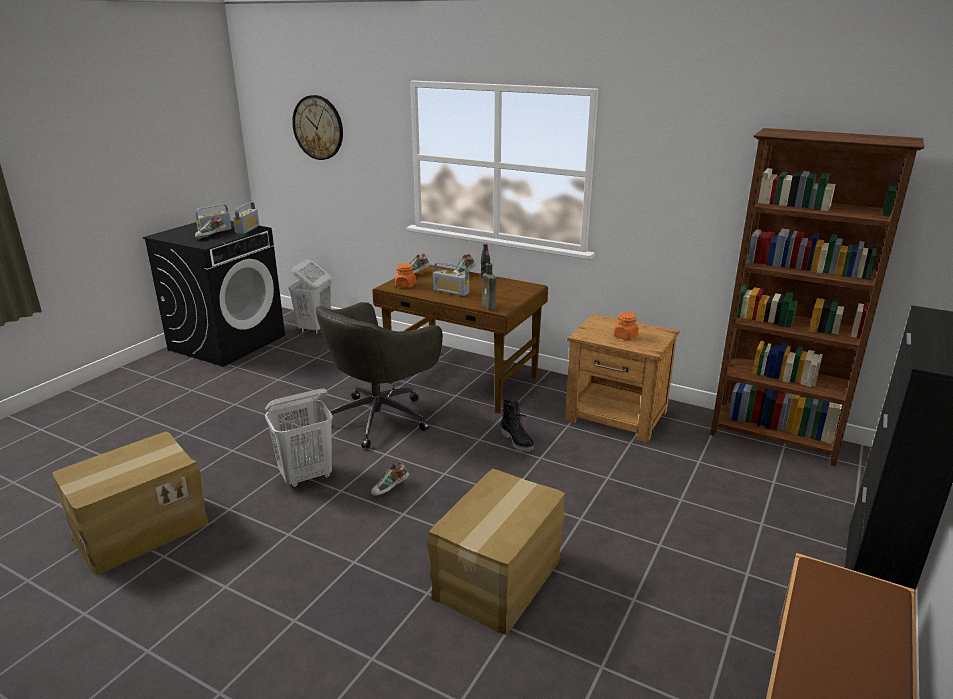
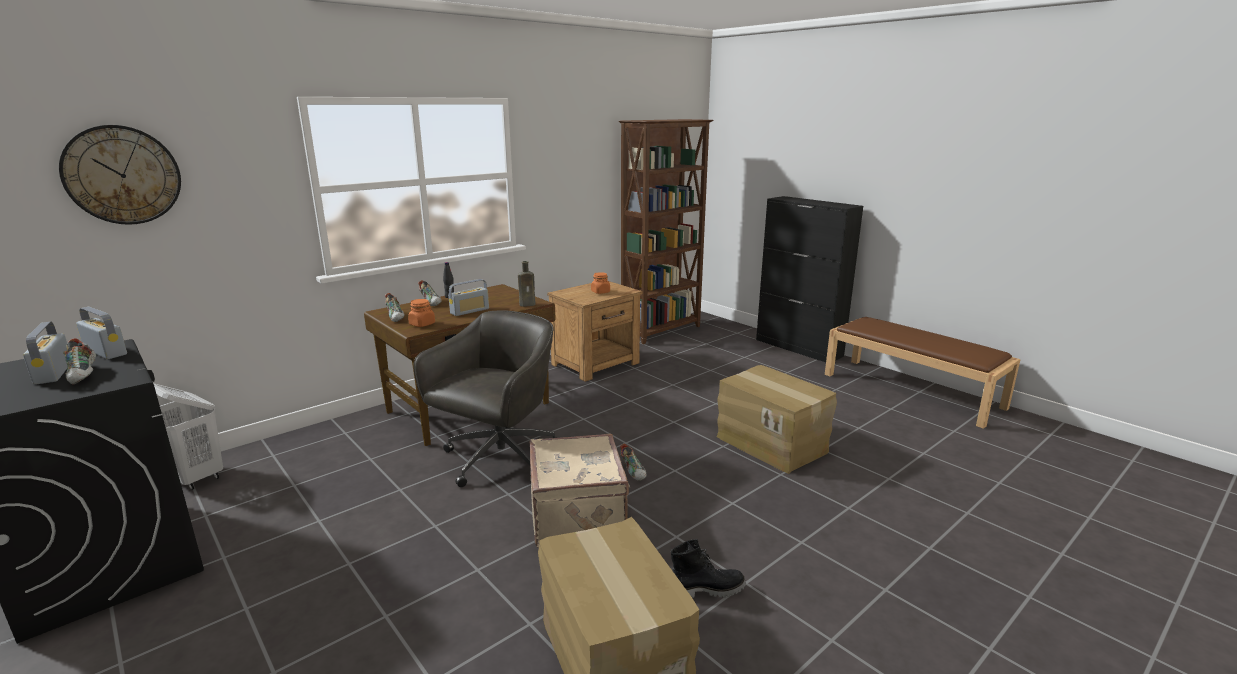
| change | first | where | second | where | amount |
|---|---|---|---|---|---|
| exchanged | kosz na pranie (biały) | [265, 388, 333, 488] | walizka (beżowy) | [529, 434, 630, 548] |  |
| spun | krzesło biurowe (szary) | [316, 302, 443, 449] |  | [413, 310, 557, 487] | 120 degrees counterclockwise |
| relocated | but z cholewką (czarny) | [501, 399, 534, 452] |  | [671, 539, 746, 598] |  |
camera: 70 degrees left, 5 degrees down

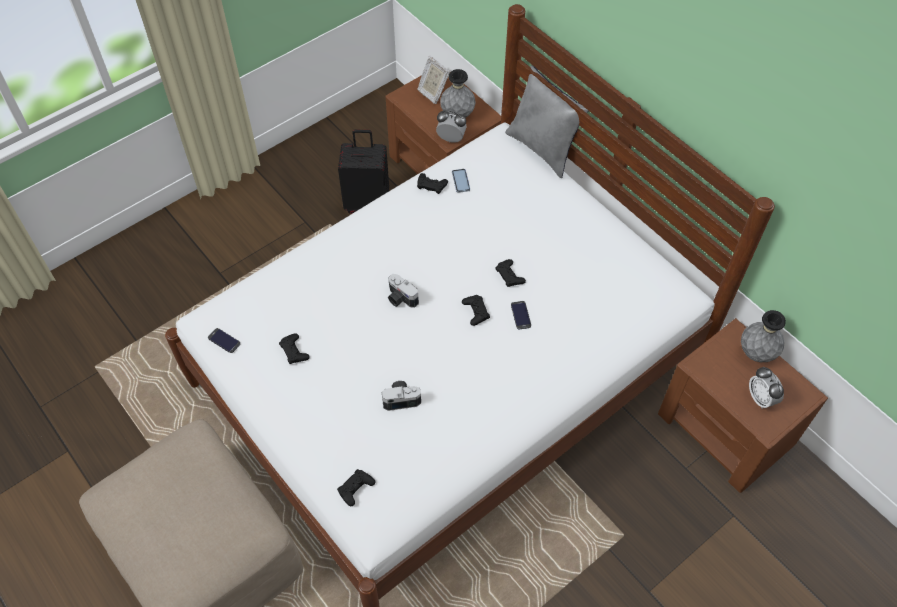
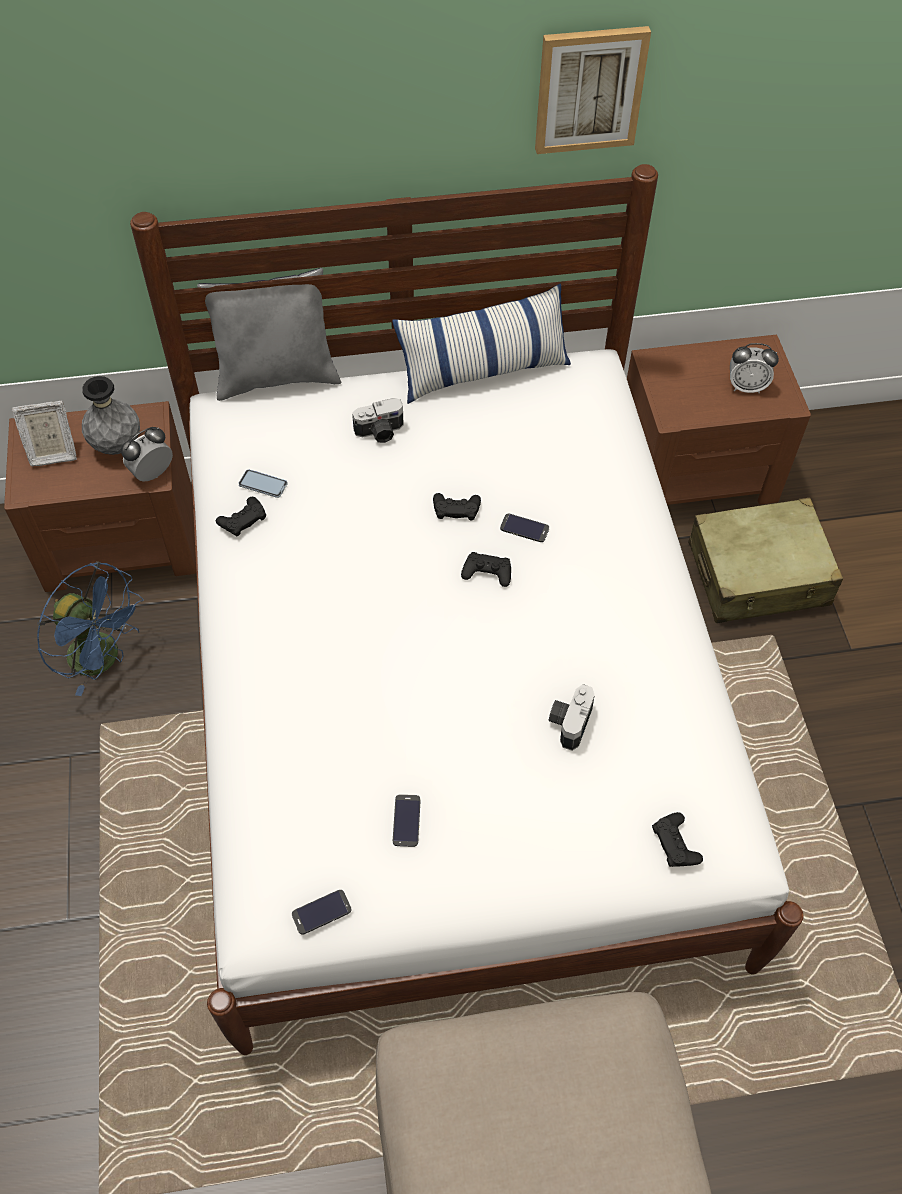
| change | first | where | second | where | amount |
|---|---|---|---|---|---|
| exchanged | pad do gier (czarny) | [279, 333, 309, 364] | telefon | [393, 794, 420, 847] |  |
| exchanged | walizka (czarny) | [338, 130, 389, 214] | wentylator (niebieski) | [37, 561, 144, 696] |  |
| relocated | aparat fotograficzny | [388, 274, 419, 308] |  | [352, 398, 404, 443] |  |
| missing | wazon (szary) | [741, 310, 786, 362] |  |  |  |
| appeared |  |  | poduszka | [392, 284, 571, 404] |  |
| appeared |  |  | obraz | [535, 26, 651, 154] |  |
| appeared |  |  | walizka (beżowy) | [688, 498, 843, 623] |  |
camera: 60 degrees left, 0 degrees up

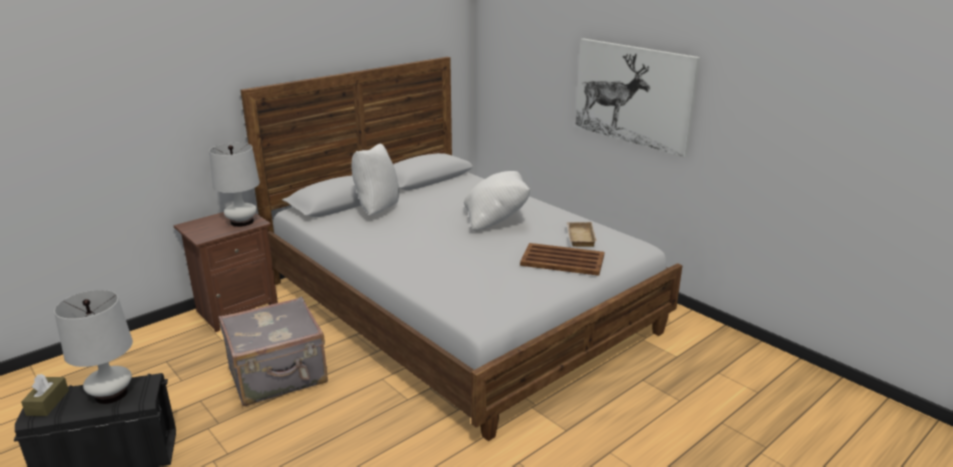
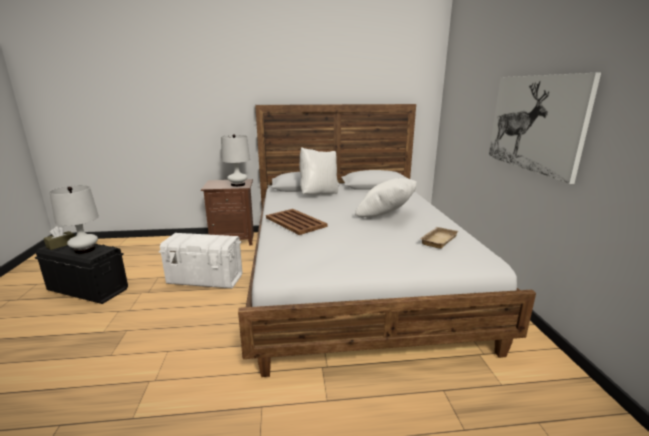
| change | first | where | second | where | amount |
|---|---|---|---|---|---|
| exchanged | walizka (szary) | [219, 296, 328, 406] | pojemnik do przechowywania (biały) | [159, 233, 242, 288] |  |
| relocated | taca (brązowy) | [520, 243, 604, 276] |  | [266, 209, 328, 235] |  |
camera: 35 degrees right, 5 degrees down

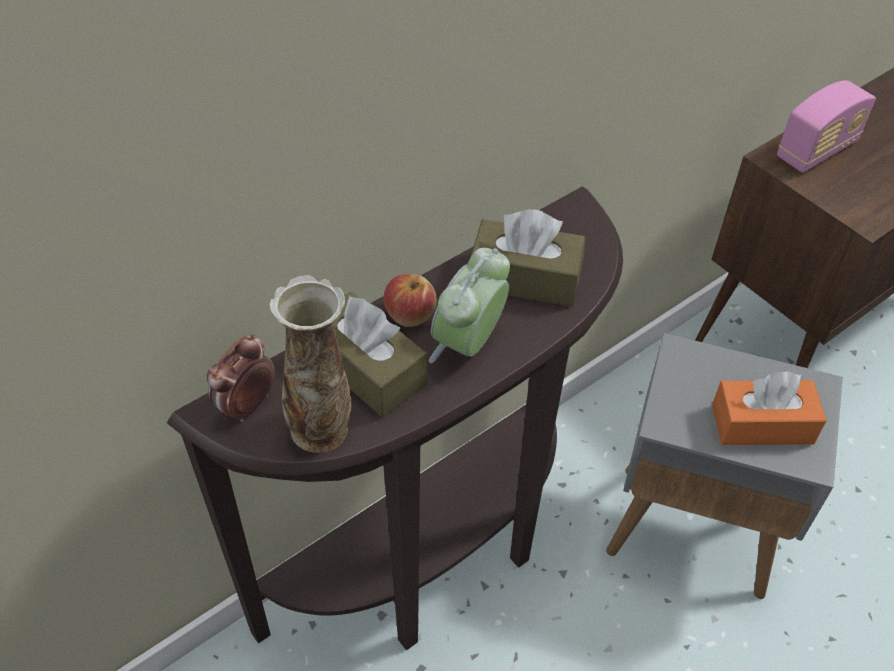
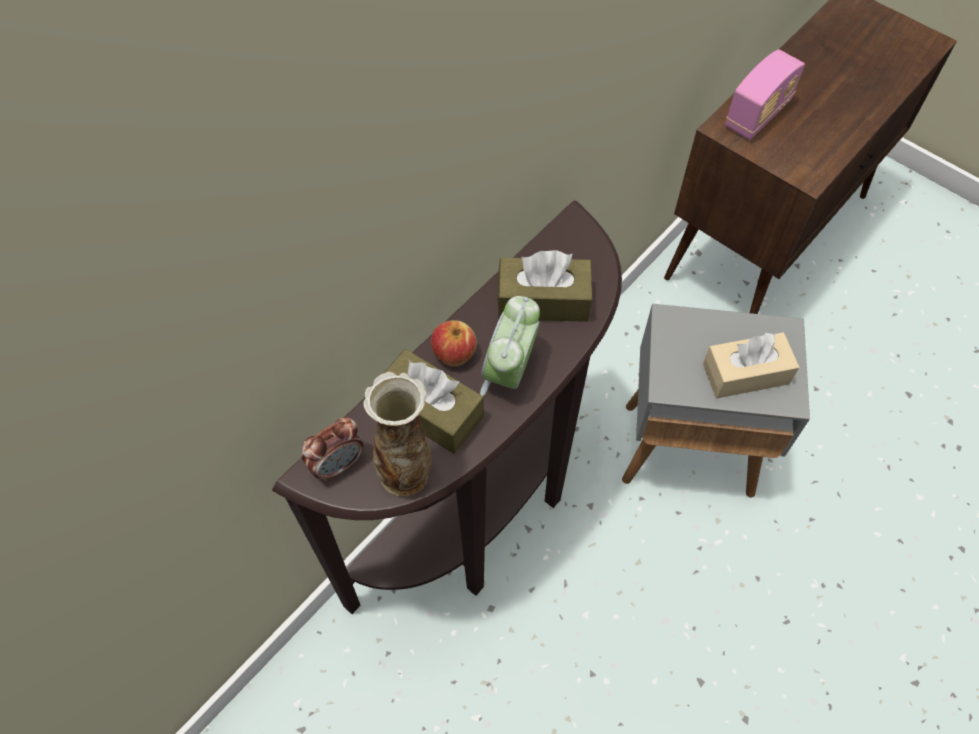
| change | first | where | second | where | amount |
|---|---|---|---|---|---|
| spun | budzik | [207, 334, 275, 422] |  | [301, 417, 363, 481] | 150 degrees counterclockwise |
| colour | pudełko chusteczek (pomarańczowy) | [712, 371, 827, 445] | pudełko chusteczek (beżowy) | [703, 332, 799, 398] |  |
camera: 10 degrees left, 10 degrees up

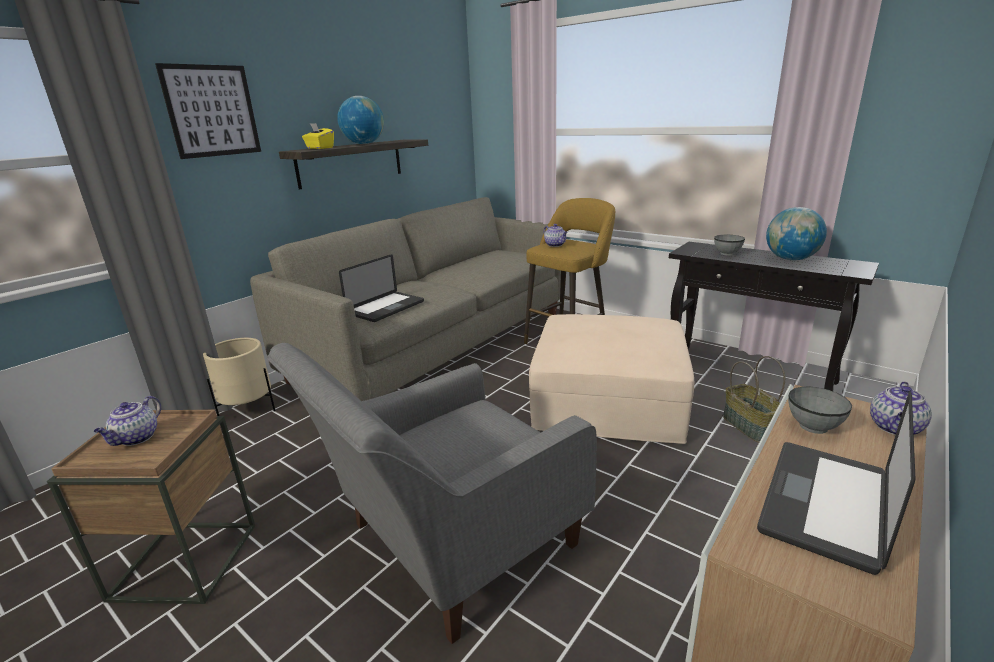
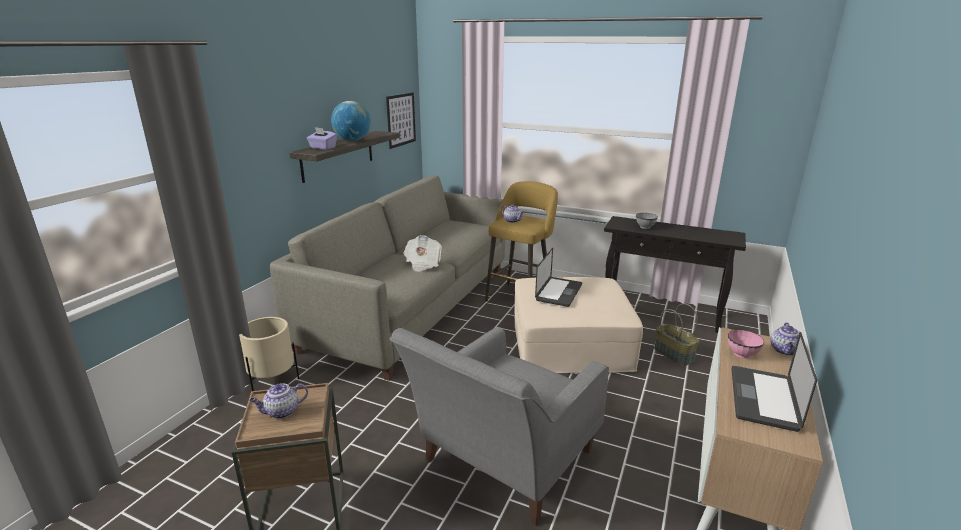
| change | first | where | second | where | amount |
|---|---|---|---|---|---|
| spun | imbryk | [94, 396, 161, 446] |  | [250, 383, 308, 419] | 60 degrees clockwise |
| relocated | obraz | [155, 63, 261, 159] |  | [386, 92, 416, 149] |  |
| colour | pudełko chusteczek (żółty) | [302, 123, 334, 149] | pudełko chusteczek (fioletowy) | [307, 127, 337, 150] |  |
| relocated | laptop | [339, 254, 424, 322] |  | [535, 248, 582, 307] |  |
| missing | globus | [766, 207, 827, 261] |  |  |  |
| colour | miska (szary) | [788, 387, 852, 434] | miska (różowy) | [728, 330, 764, 358] |  |
| appeared |  |  | gazeta | [403, 235, 442, 272] |  |
camera: 15 degrees left, 0 degrees up

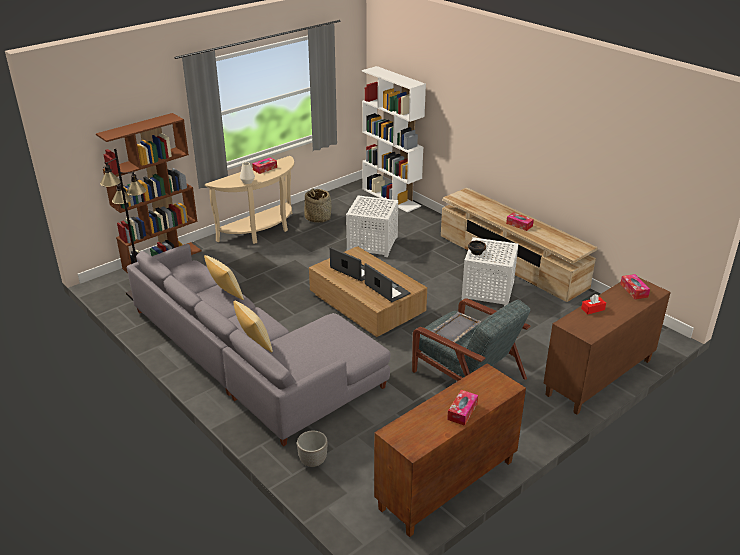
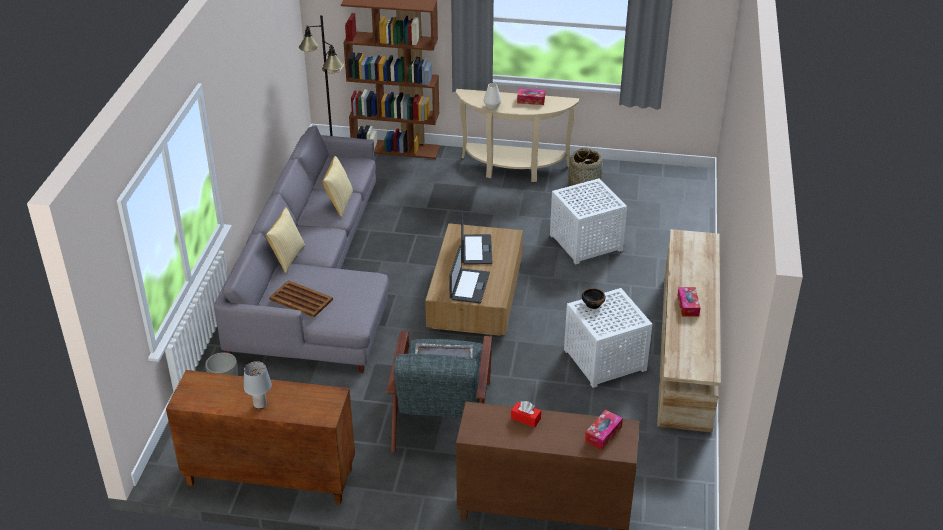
| change | first | where | second | where | amount |
|---|---|---|---|---|---|
| missing | regał (biały) | [362, 66, 426, 212] |  |  |  |
| exchanged | pudełko chusteczek | [447, 390, 478, 426] | lampa stołowa (szary) | [244, 361, 272, 409] |  |
| appeared |  |  | taca (brązowy) | [269, 280, 333, 317] |  |
camera: 50 degrees right, 5 degrees up

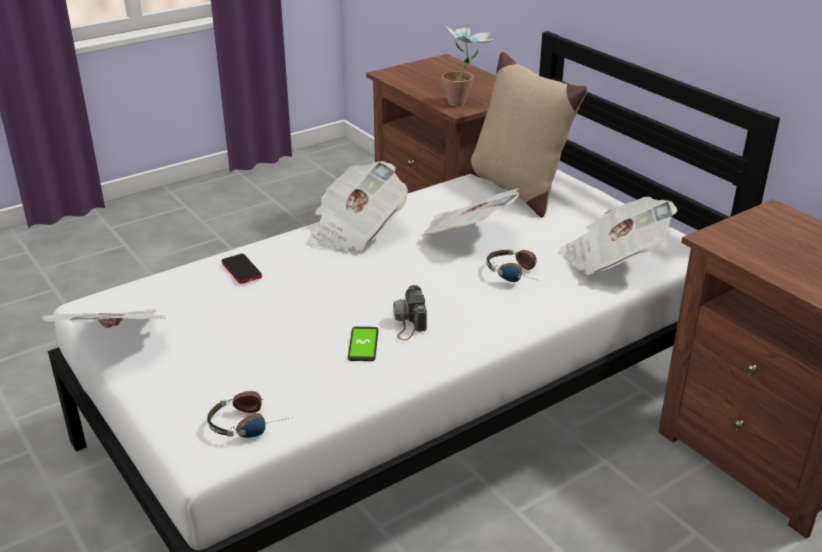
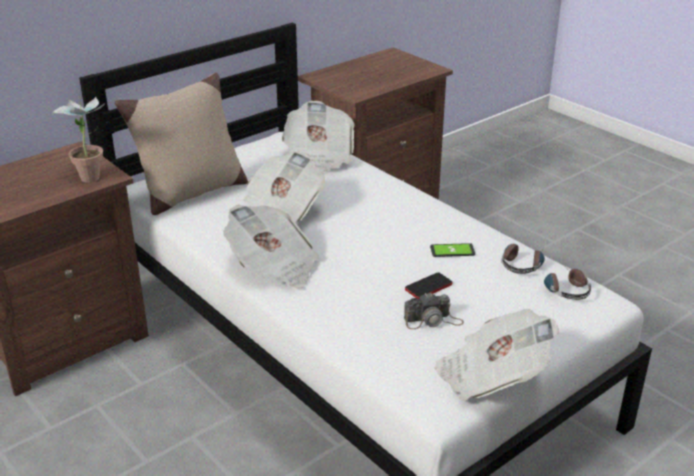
| change | first | where | second | where | amount |
|---|---|---|---|---|---|
| relocated | telefon | [222, 254, 262, 284] |  | [405, 273, 452, 299] |  |
| relocated | aparat fotograficzny | [393, 285, 427, 340] |  | [404, 292, 464, 329] |  |
| relocated | słuchawki | [486, 249, 539, 282] |  | [501, 244, 545, 274] |  |
camera: 95 degrees left, 0 degrees up

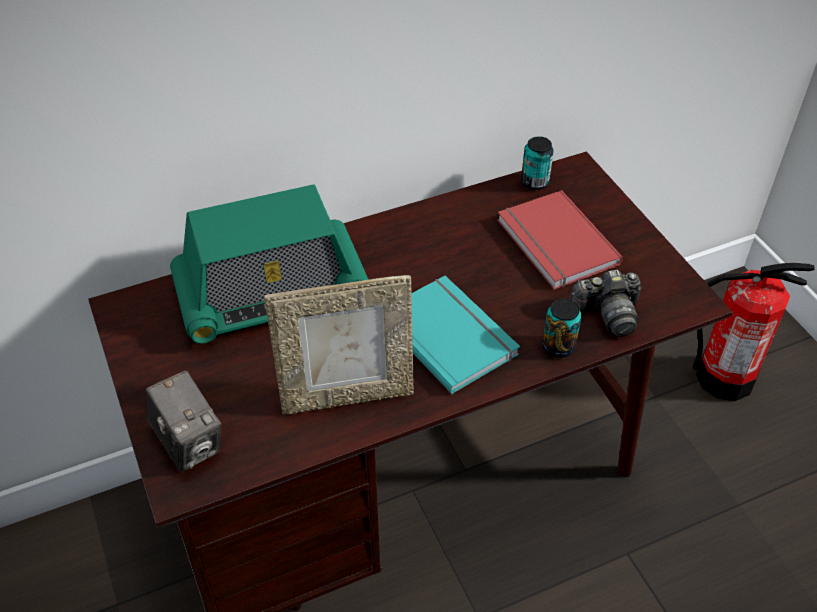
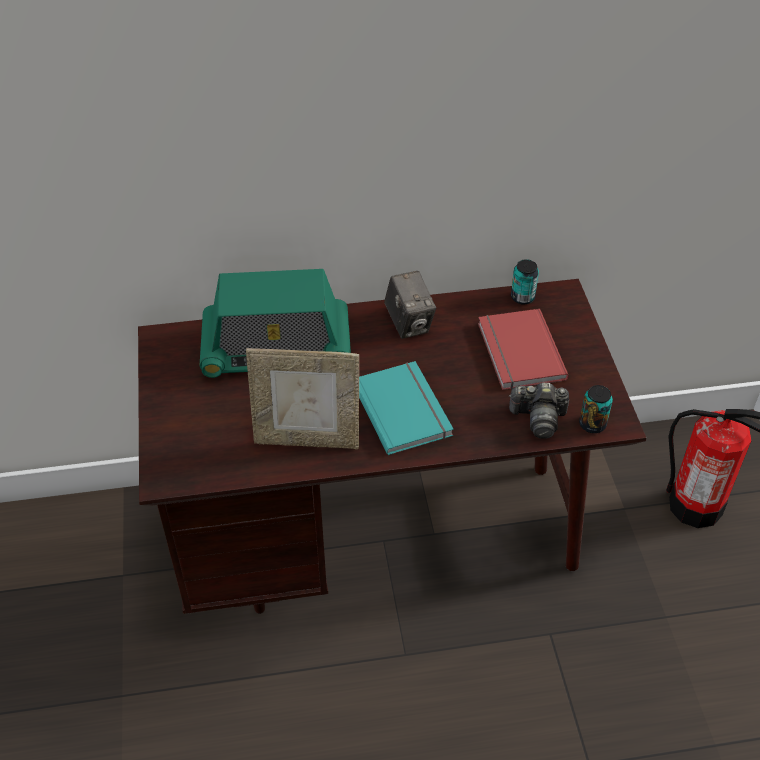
| change | first | where | second | where | amount |
|---|---|---|---|---|---|
| relocated | aparat fotograficzny | [146, 370, 221, 472] |  | [384, 271, 436, 339] |  |
| relocated | puszka | [542, 299, 582, 358] |  | [579, 385, 613, 433] |  |
camera: 15 degrees right, 0 degrees up

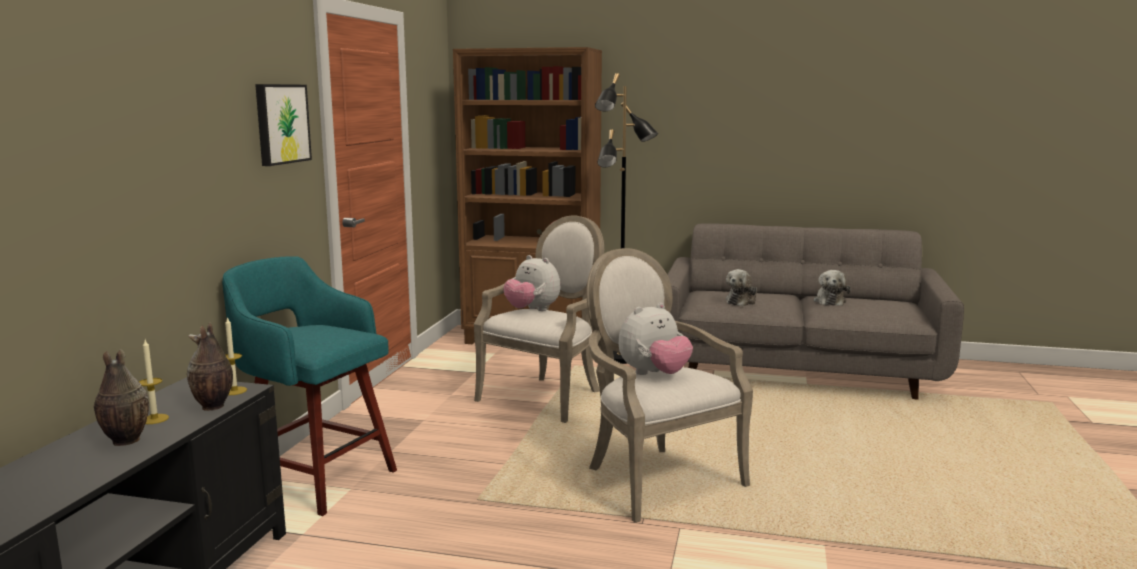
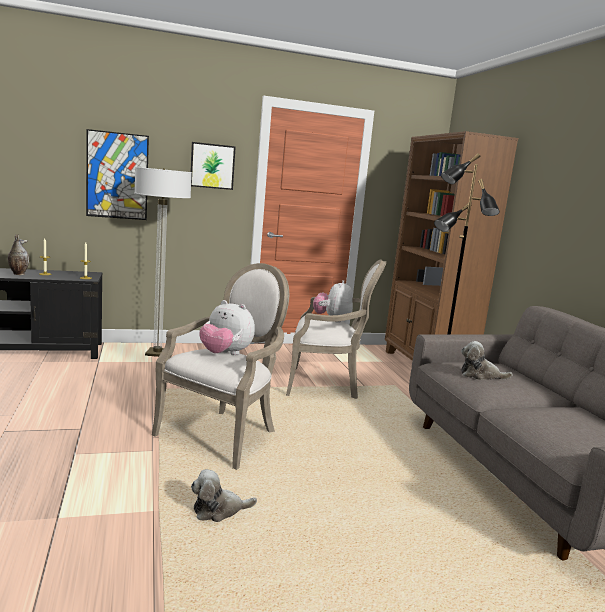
| change | first | where | second | where | amount |
|---|---|---|---|---|---|
| missing | wazon | [187, 322, 233, 411] |  |  |  |
| exchanged | stołek (turkusowy) | [222, 256, 397, 516] | lampa stojąca | [134, 167, 192, 357] |  |
| relocated | pluszak | [813, 270, 850, 306] |  | [191, 469, 257, 522] |  |
| appeared |  |  | obraz | [86, 129, 149, 220] |  |
camera: 60 degrees right, 0 degrees up

